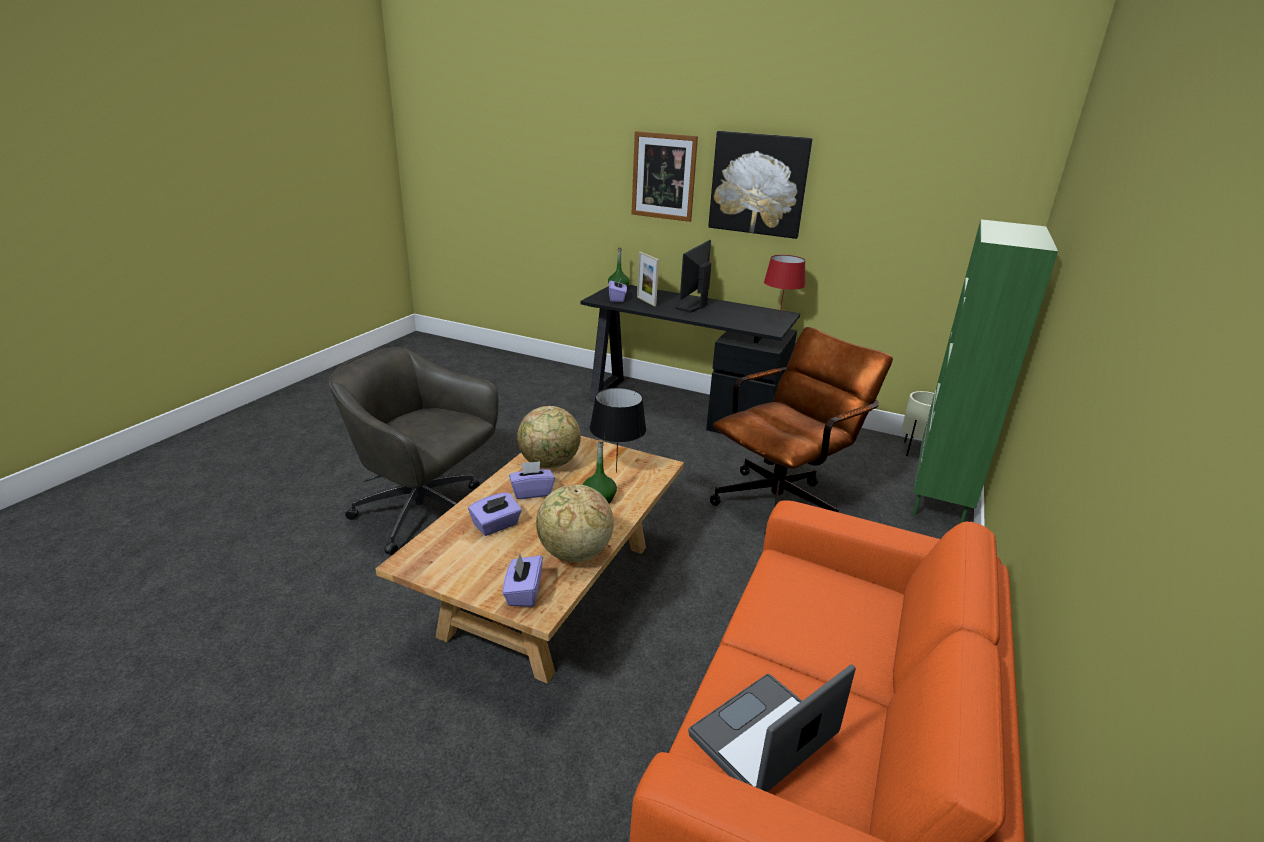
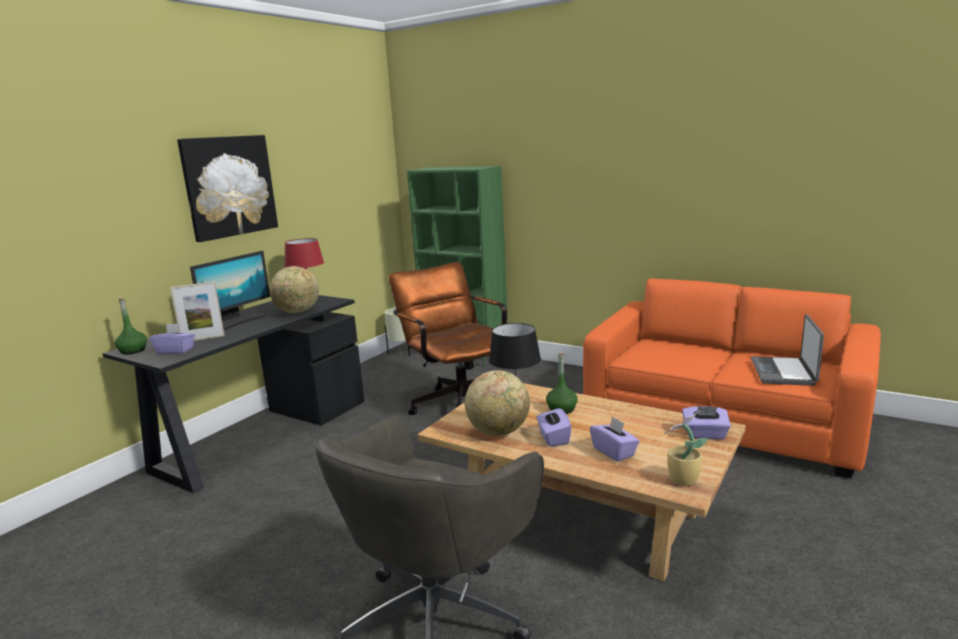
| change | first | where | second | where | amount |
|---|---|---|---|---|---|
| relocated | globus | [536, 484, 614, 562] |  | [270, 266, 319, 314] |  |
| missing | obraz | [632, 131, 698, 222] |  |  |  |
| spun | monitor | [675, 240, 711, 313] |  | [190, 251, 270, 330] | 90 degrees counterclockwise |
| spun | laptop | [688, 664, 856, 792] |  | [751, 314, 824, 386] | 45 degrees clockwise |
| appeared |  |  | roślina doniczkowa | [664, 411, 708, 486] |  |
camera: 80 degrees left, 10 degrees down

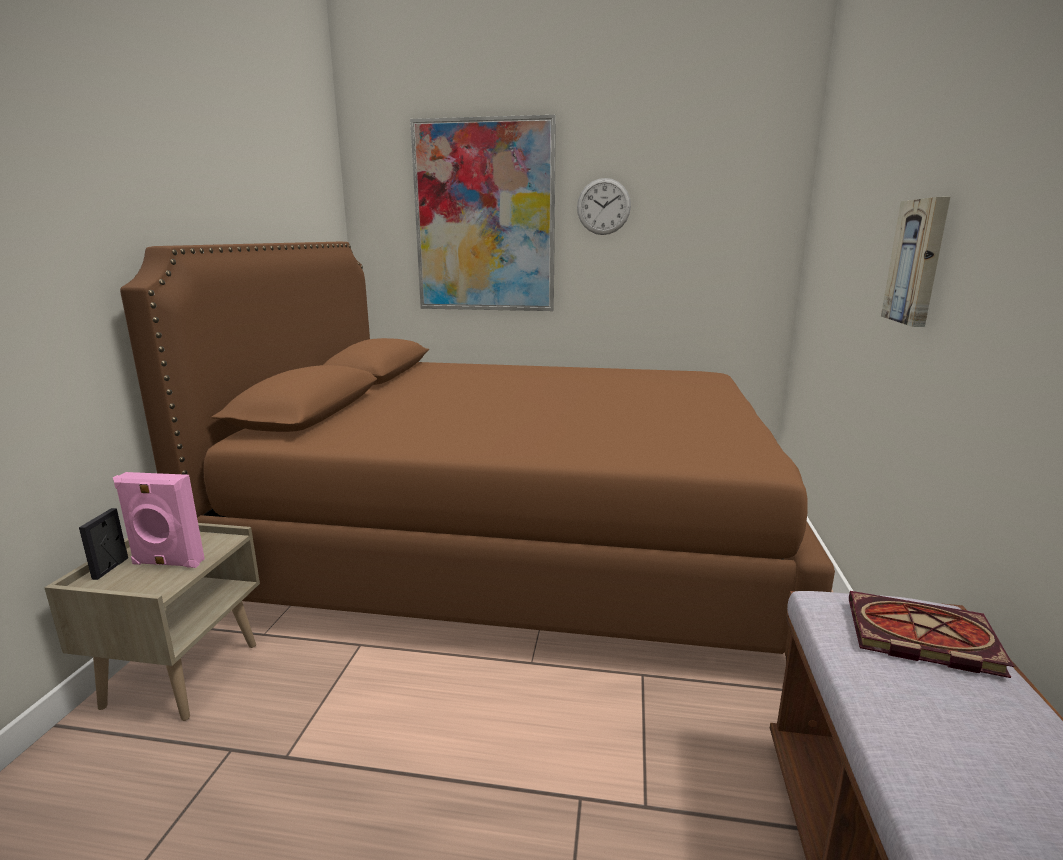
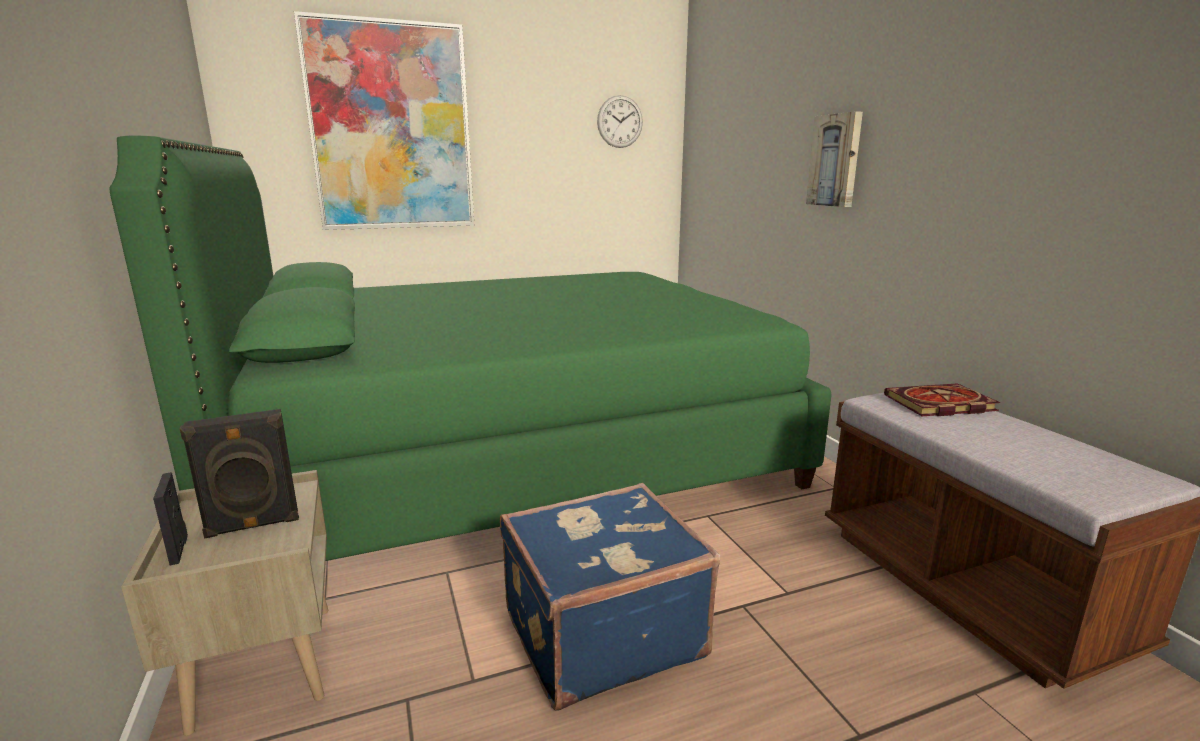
| change | first | where | second | where | amount |
|---|---|---|---|---|---|
| colour | głośnik (różowy) | [113, 472, 205, 568] | głośnik (czarny) | [180, 409, 299, 539] |  |
| colour | łóżko (brązowy) | [120, 242, 835, 661] | łóżko (zielony) | [109, 135, 832, 561] |  |
| relocated | zegar ścienny | [577, 178, 631, 235] |  | [597, 95, 643, 148] |  |
| appeared |  |  | walizka (niebieski) | [500, 483, 720, 711] |  |
camera: 30 degrees left, 0 degrees up

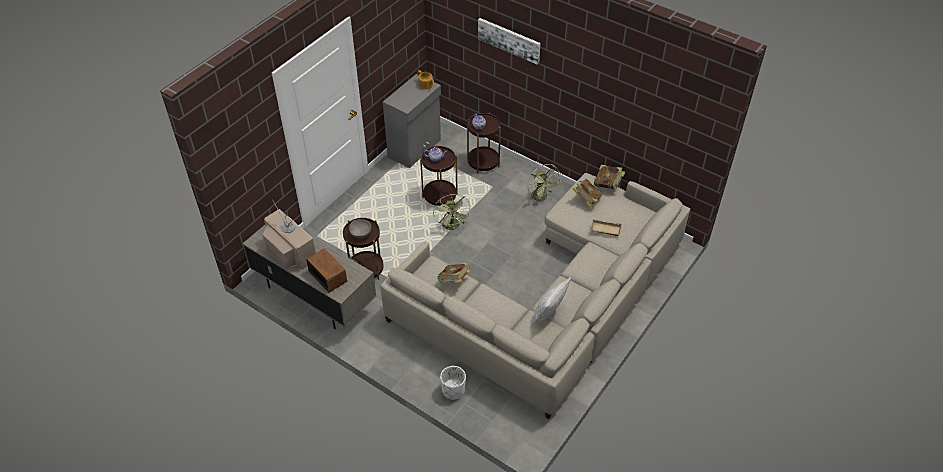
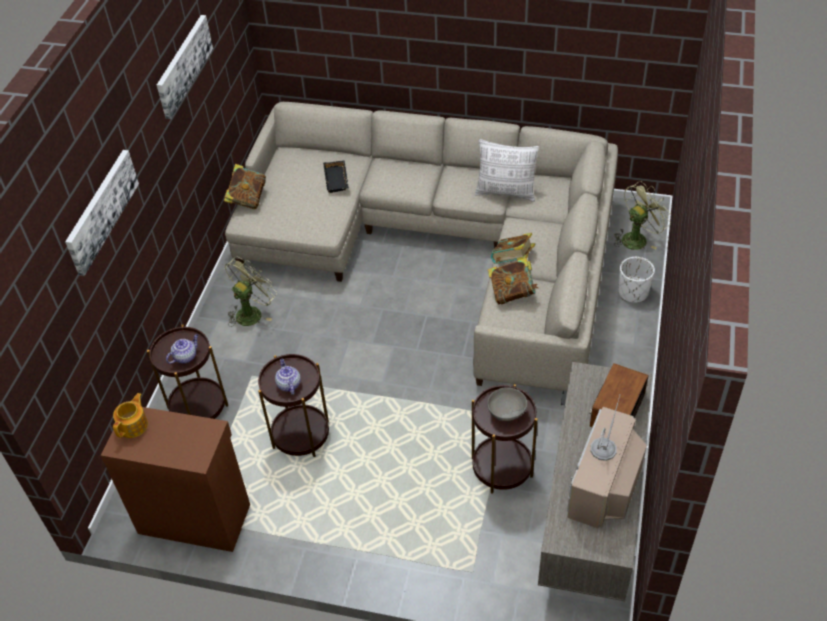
| change | first | where | second | where | amount |
|---|---|---|---|---|---|
| colour | szafka (szary) | [383, 74, 441, 168] | szafka (brązowy) | [101, 407, 250, 552] |  |
| relocated | wentylator (zielony) | [433, 194, 471, 232] |  | [614, 181, 671, 250] |  |
| relocated | książka | [573, 179, 602, 207] |  | [491, 233, 535, 264] |  |
| colour | taca (beżowy) | [590, 219, 622, 236] | taca (czarny) | [323, 160, 349, 193] |  |
| appeared |  |  | obraz | [157, 15, 213, 119] |  |
camera: 110 degrees left, 0 degrees up

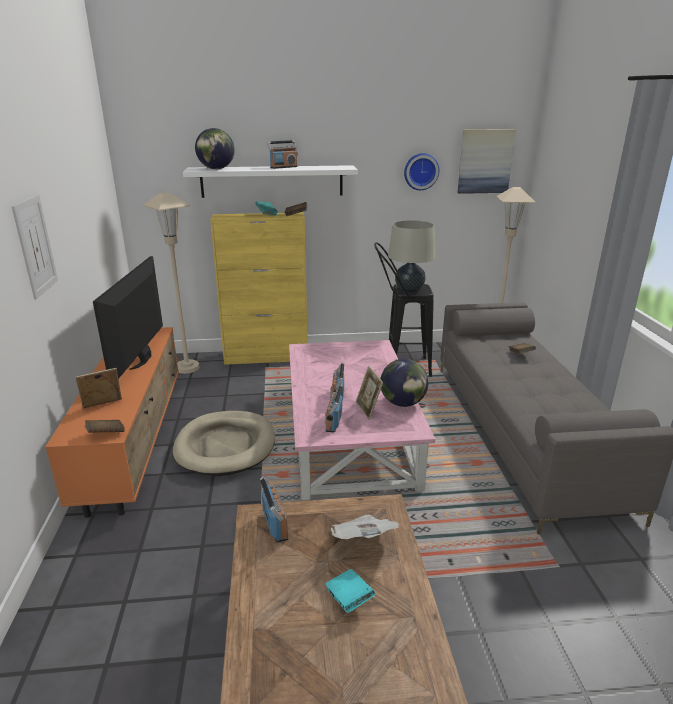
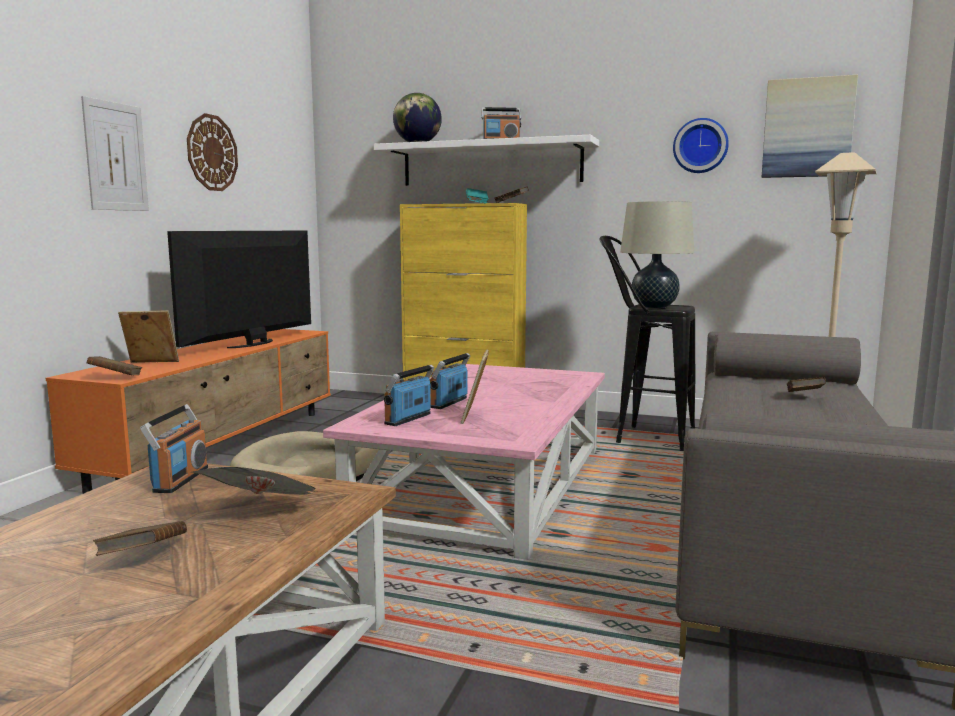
| change | first | where | second | where | amount |
|---|---|---|---|---|---|
| missing | lampa stojąca (beżowy) | [143, 192, 199, 374] |  |  |  |
| colour | książka (turkusowy) | [325, 569, 375, 613] | książka (brązowy) | [93, 521, 187, 556] |  |
| missing | globus | [380, 359, 428, 407] |  |  |  |
| appeared |  |  | zegar ścienny | [187, 113, 238, 191] |  |
camera: 25 degrees right, 15 degrees down

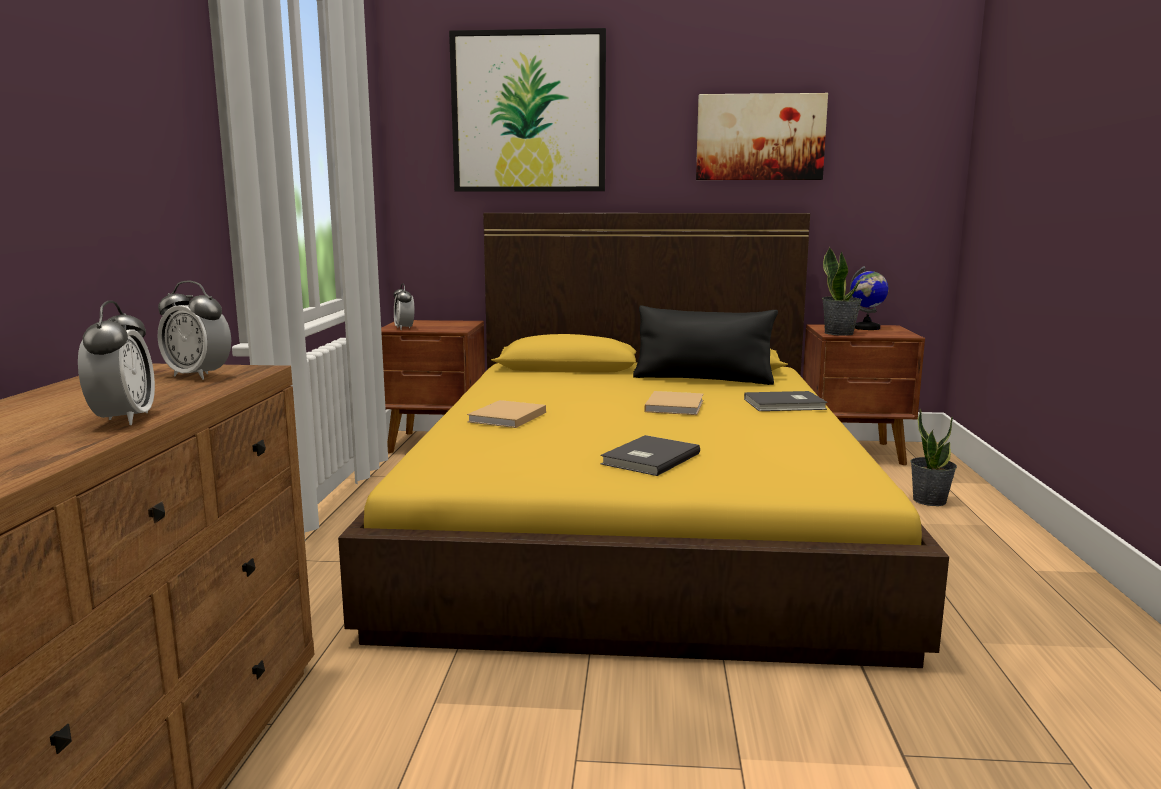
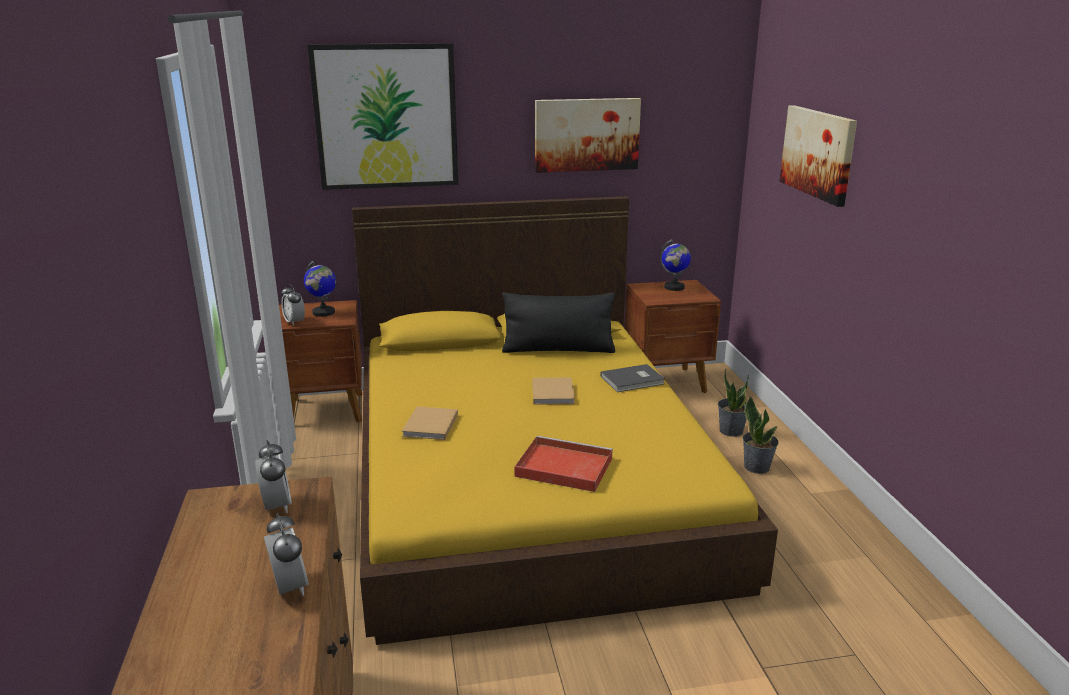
| change | first | where | second | where | amount |
|---|---|---|---|---|---|
| spun | budzik | [157, 281, 231, 380] |  | [255, 440, 292, 513] | 120 degrees counterclockwise |
| exchanged | książka (szary) | [600, 435, 700, 476] | taca (czerwony) | [515, 436, 613, 492] |  |
| relocated | roślina doniczkowa | [822, 247, 862, 336] |  | [743, 397, 778, 474] |  |
| appeared |  |  | globus | [304, 261, 336, 317] |  |
| appeared |  |  | obraz | [780, 105, 857, 207] |  |
camera: 15 degrees left, 10 degrees up

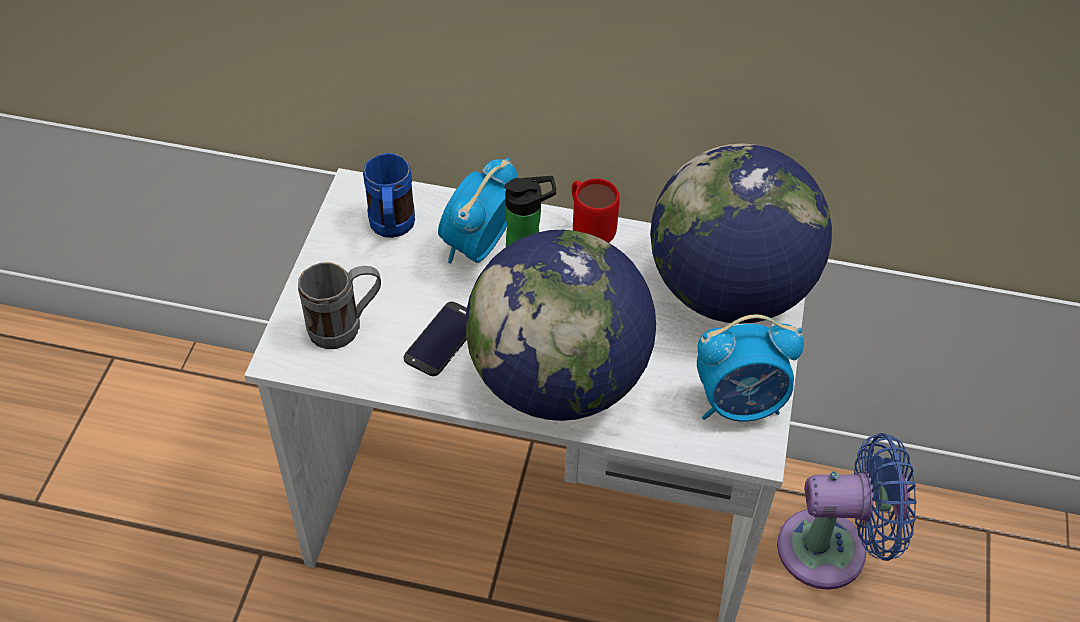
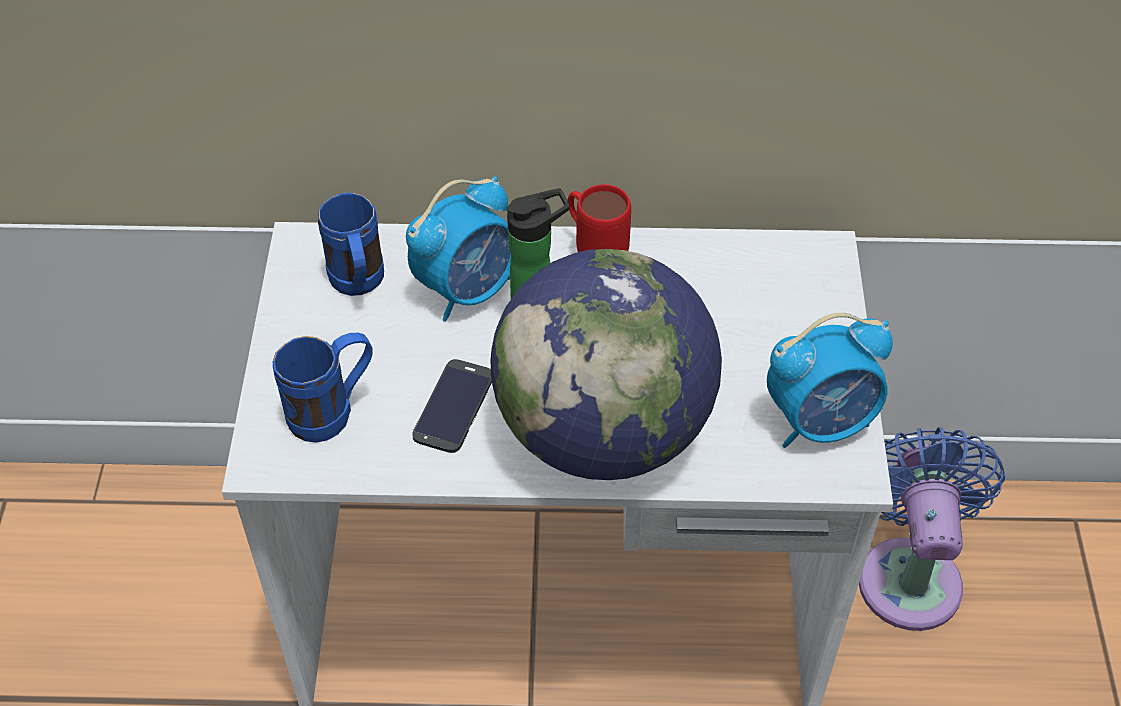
| change | first | where | second | where | amount |
|---|---|---|---|---|---|
| colour | kubek (szary) | [298, 262, 381, 349] | kubek (niebieski) | [273, 333, 373, 443] |  |
| spun | budzik | [438, 157, 518, 264] |  | [406, 176, 511, 322] | 150 degrees counterclockwise |
| missing | globus | [650, 144, 832, 324] |  |  |  |
| spun | wentylator (niebieski) | [777, 433, 917, 590] |  | [859, 427, 1005, 631] | 75 degrees counterclockwise |
camera: 10 degrees left, 0 degrees up

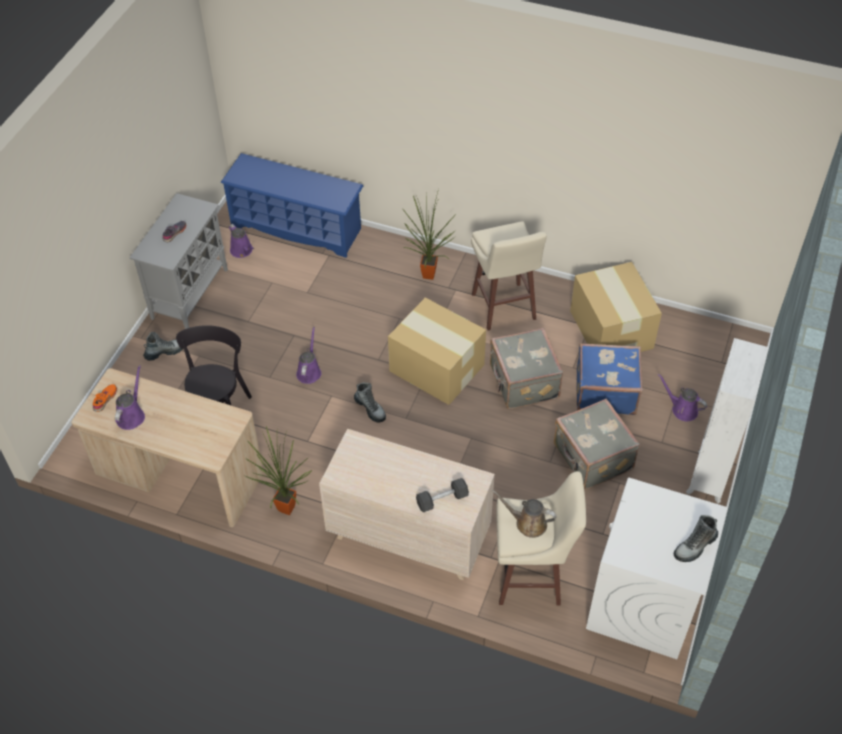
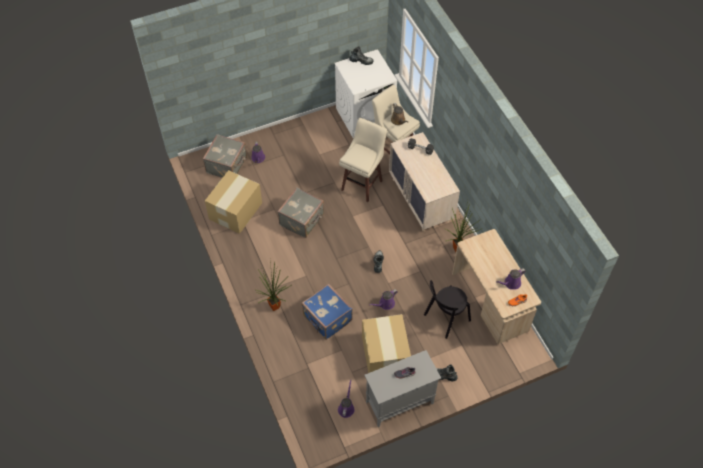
| change | first | where | second | where | amount |
|---|---|---|---|---|---|
| missing | regał na buty (niebieski) | [220, 153, 363, 258] |  |  |  |
| relocated | karton | [388, 297, 486, 405] |  | [362, 314, 411, 373] |  |
| relocated | stołek (beżowy) | [471, 221, 547, 330] |  | [339, 118, 387, 202] |  |
| relocated | walizka (szary) | [554, 399, 640, 489] |  | [203, 134, 247, 178] |  |
| relocated | walizka (niebieski) | [576, 343, 643, 415] |  | [301, 284, 353, 340] |  |
| missing | regał (biały) | [686, 338, 769, 503] |  |  |  |
camera: 135 degrees left, 5 degrees up

